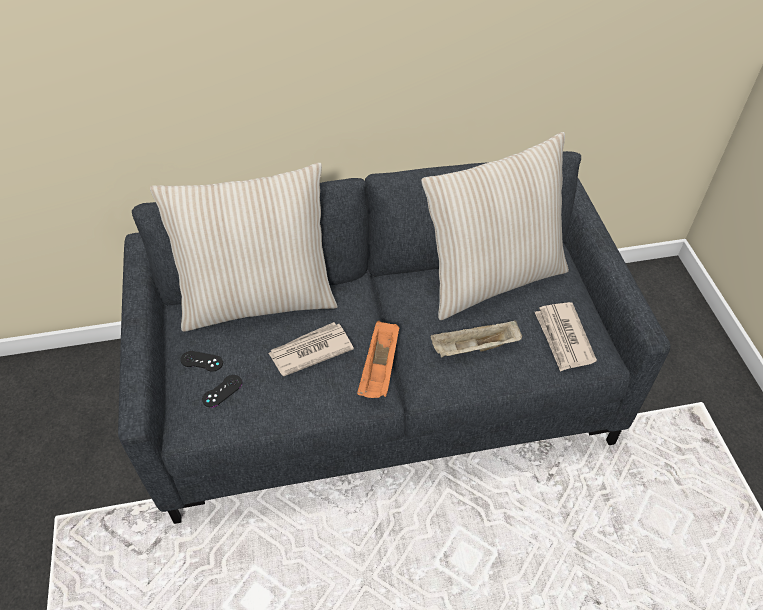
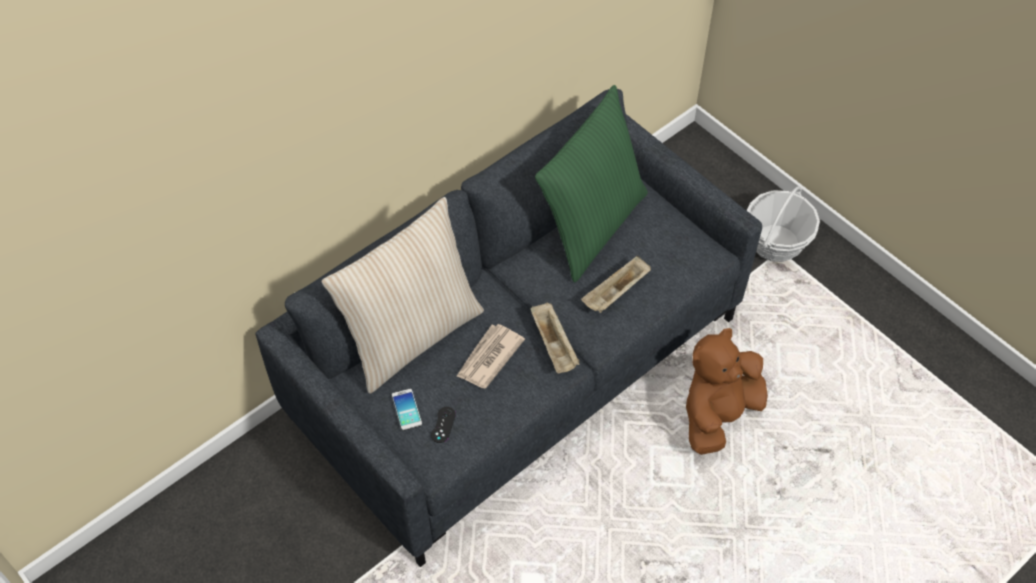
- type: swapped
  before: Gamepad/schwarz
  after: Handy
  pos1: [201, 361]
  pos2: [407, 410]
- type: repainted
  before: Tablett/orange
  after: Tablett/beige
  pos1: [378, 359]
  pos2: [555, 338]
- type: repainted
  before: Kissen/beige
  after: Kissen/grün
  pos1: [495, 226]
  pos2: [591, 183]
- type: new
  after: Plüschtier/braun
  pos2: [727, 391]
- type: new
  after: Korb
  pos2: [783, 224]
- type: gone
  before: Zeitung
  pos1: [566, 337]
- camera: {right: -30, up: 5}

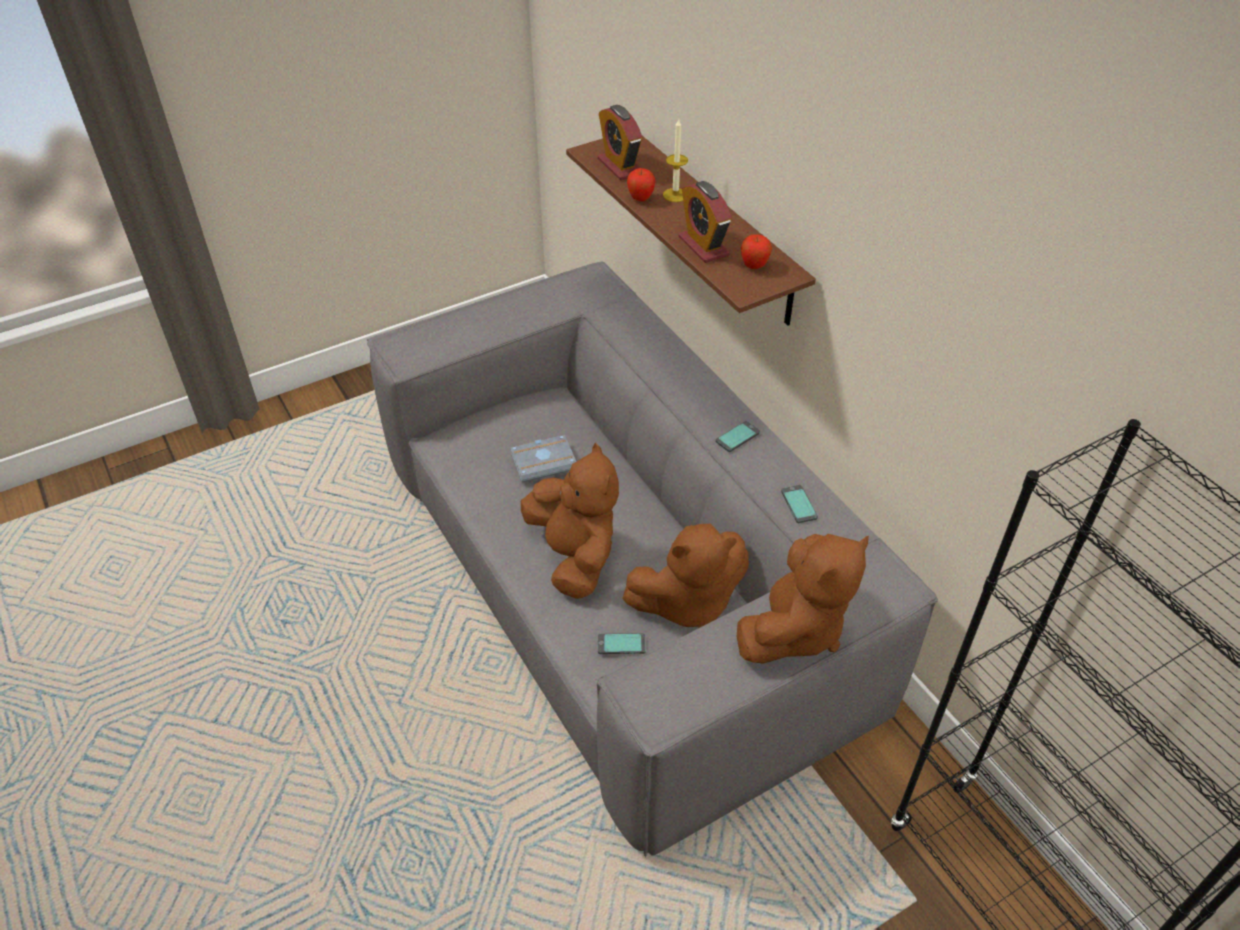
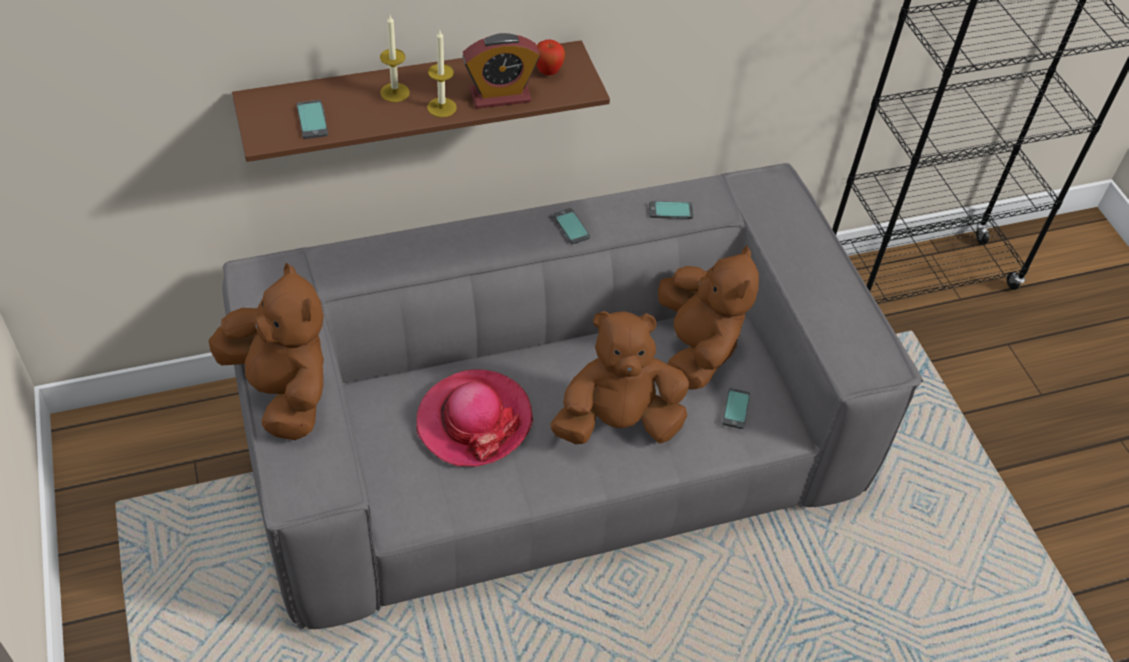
- type: shifted
  before: Plüschtier/braun
  pos1: [803, 599]
  pos2: [266, 351]
- type: swapped
  before: Wecker
  after: Handy
  pos1: [620, 142]
  pos2: [312, 119]
- type: swapped
  before: Buch/grau
  after: Hut
  pos1: [543, 459]
  pos2: [474, 418]
- type: new
  after: Kerze
  pos2: [442, 73]
- type: gone
  before: Apfel
  pos1: [641, 184]
- camera: {right: -80, up: 5}

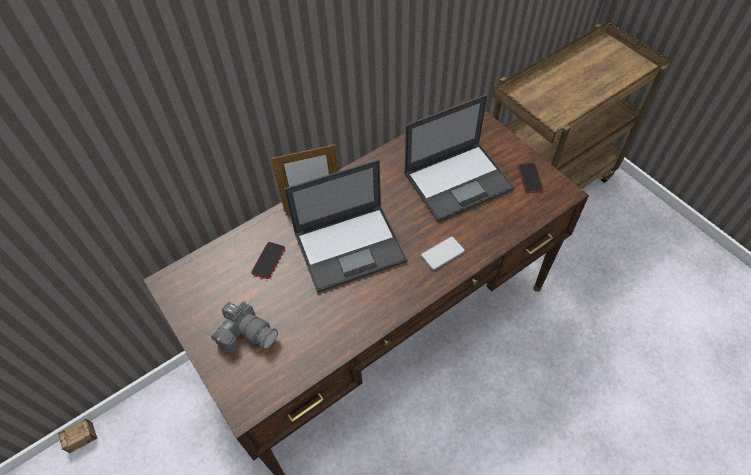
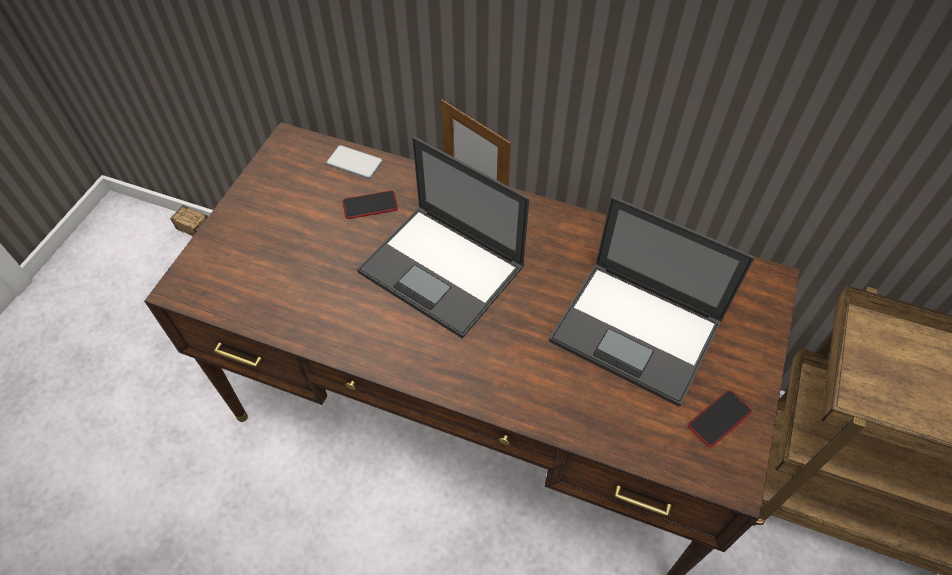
- type: shifted
  before: Handy
  pos1: [443, 253]
  pos2: [354, 162]
- type: gone
  before: Kamera
  pos1: [244, 326]
- camera: {right: 55, up: 0}

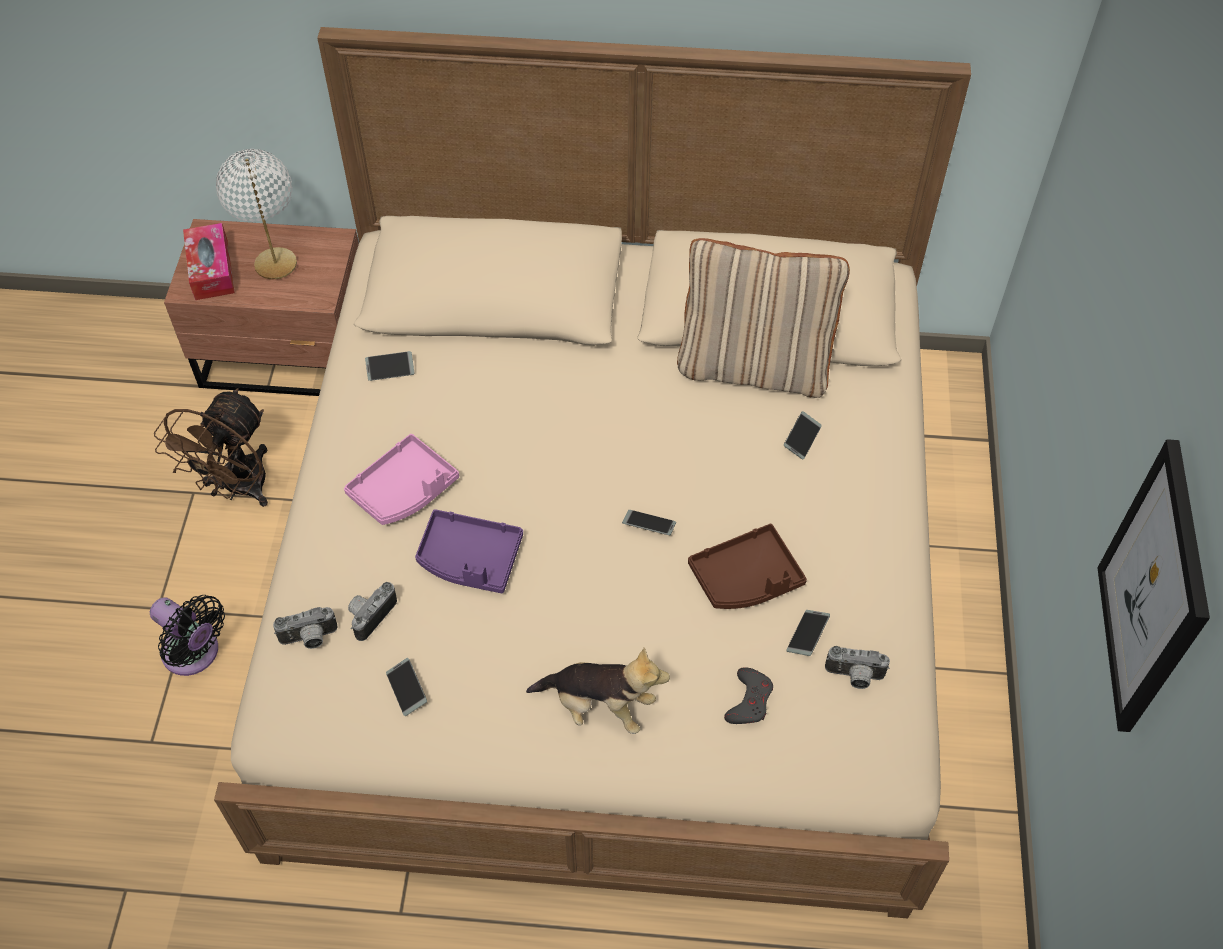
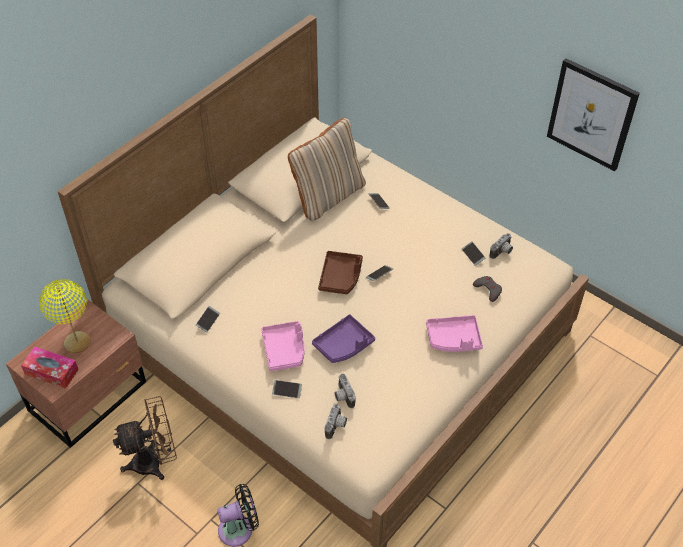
- type: repainted
  before: Tischlampe/weiß
  after: Tischlampe/gelb
  pos1: [256, 214]
  pos2: [65, 316]
- type: rotated
  before: Ventilator/braun
  pos1: [211, 447]
  pos2: [145, 438]
  turn: -75
- type: shifted
  before: Handy
  pos1: [406, 687]
  pos2: [287, 389]
- type: shifted
  before: Tablett/braun
  pos1: [747, 566]
  pos2: [340, 272]
- type: swapped
  before: Plüschtier
  after: Tablett/rosa
  pos1: [598, 690]
  pos2: [454, 333]
- camera: {right: -55, up: -5}

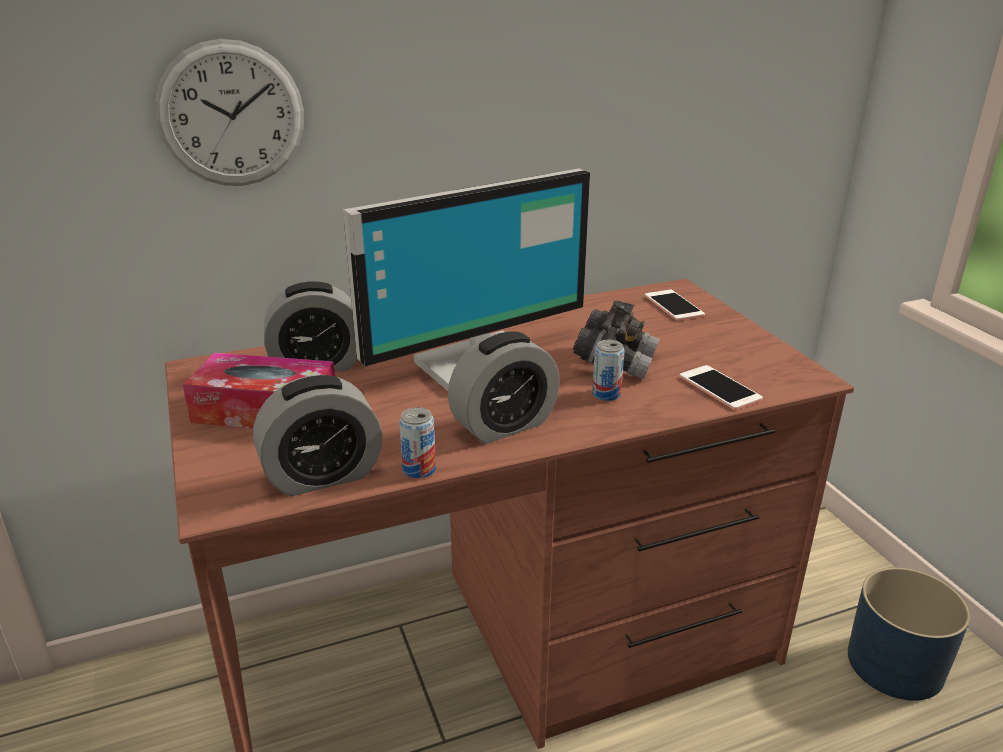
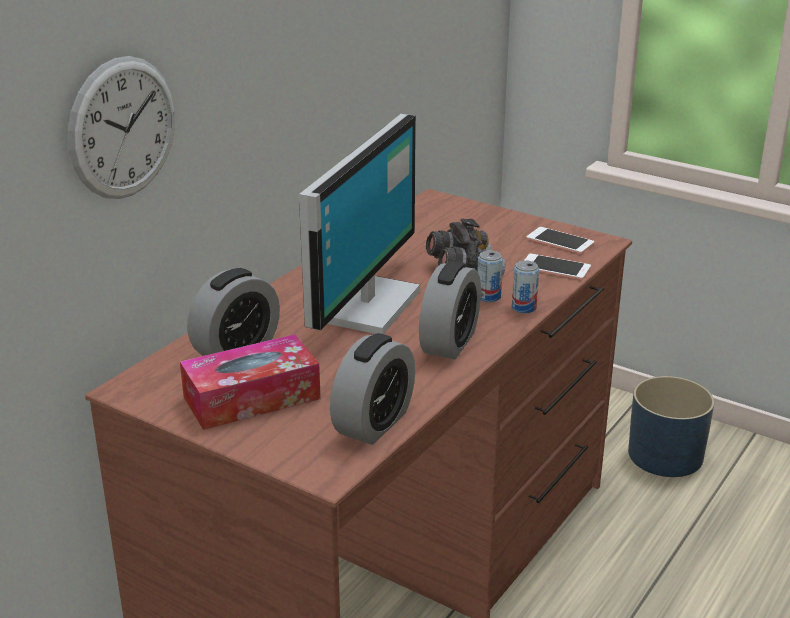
- type: shifted
  before: Dose
  pos1: [417, 442]
  pos2: [525, 286]
- type: shifted
  before: Handy
  pos1: [675, 305]
  pos2: [560, 240]
- camera: {right: -35, up: 0}

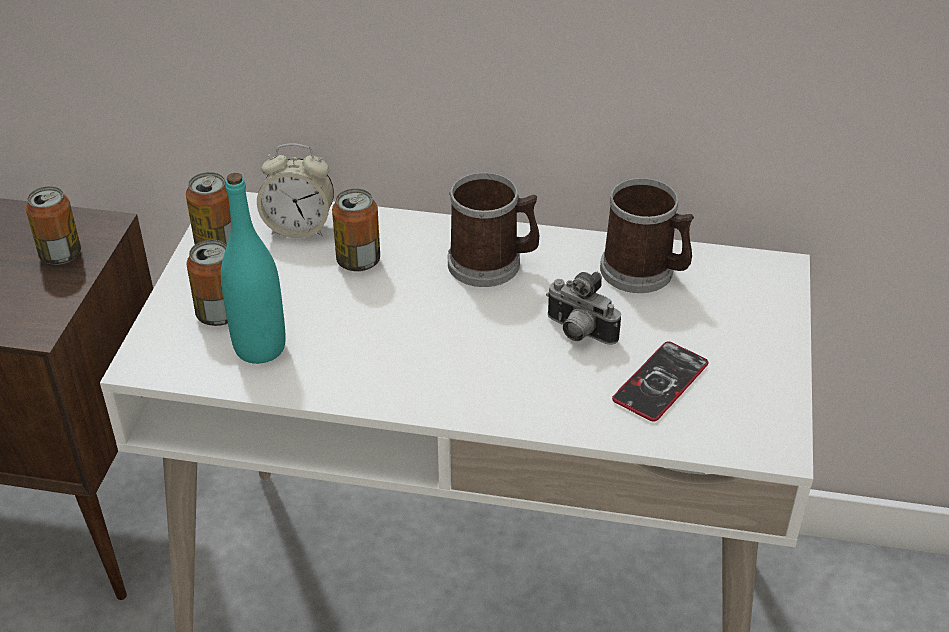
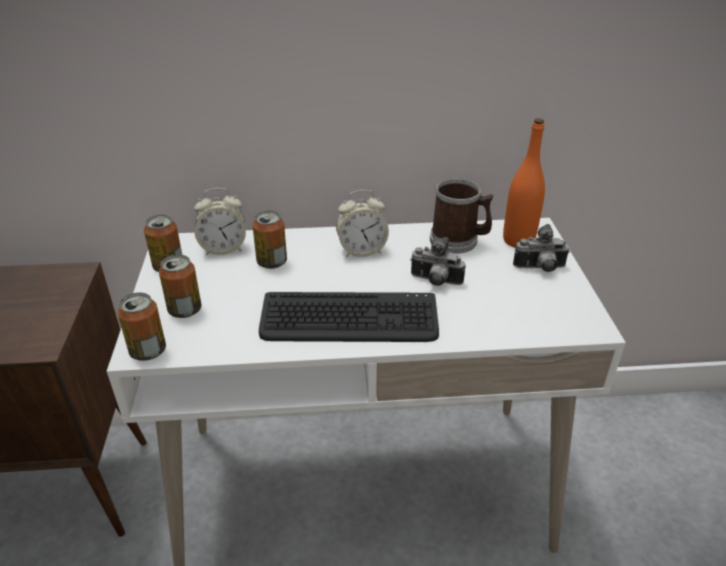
- type: shifted
  before: Dose
  pos1: [53, 225]
  pos2: [142, 326]
- type: new
  after: Tastatur
  pos2: [349, 317]
- type: swapped
  before: Henkelbecher
  after: Wecker
  pos1: [493, 230]
  pos2: [362, 224]
- type: new
  after: Flasche/orange
  pos2: [524, 183]
- type: new
  after: Kamera
  pos2: [541, 248]
- type: gone
  before: Flasche/türkis
  pos1: [253, 268]
- type: gone
  before: Handy
  pos1: [660, 381]
- camera: {right: -15, up: -5}

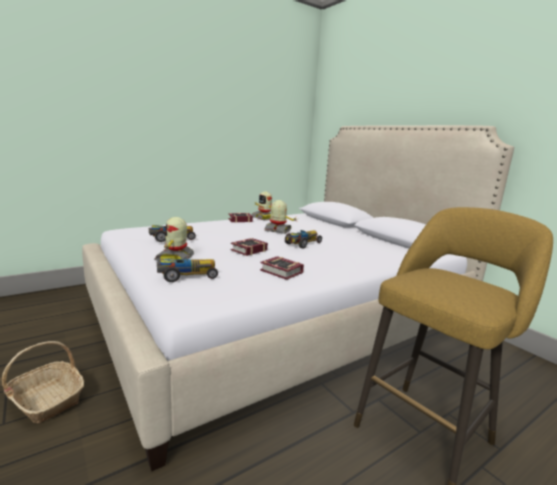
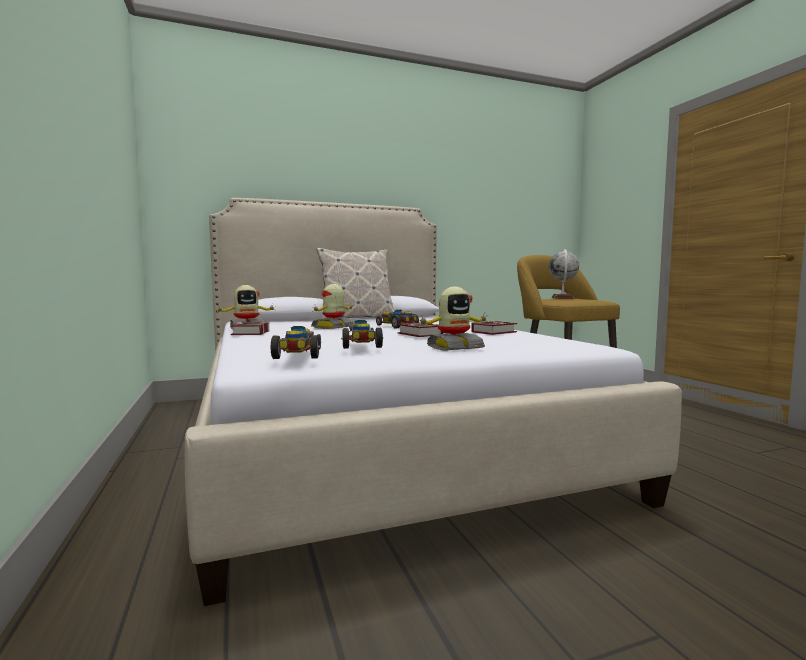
- type: shifted
  before: Spielzeugauto
  pos1: [187, 269]
  pos2: [295, 342]
- type: new
  after: Kissen
  pos2: [355, 283]
- type: rotated
  before: Spielzeugroboter
  pos1: [174, 239]
  pos2: [453, 318]
  turn: -45
- type: new
  after: Globus
  pos2: [564, 274]
- type: gone
  before: Korb
  pos1: [42, 382]
- camera: {right: -75, up: -10}

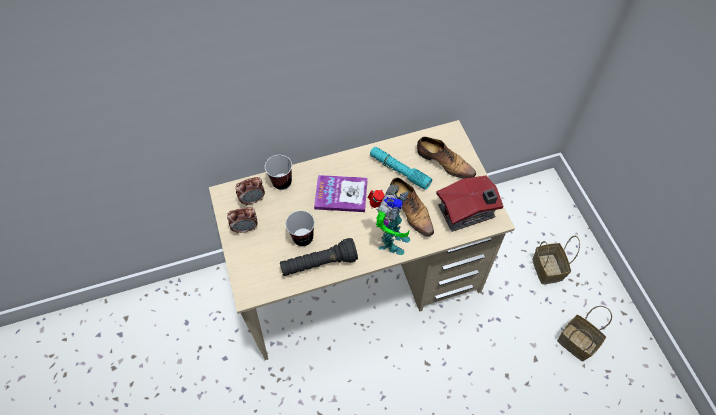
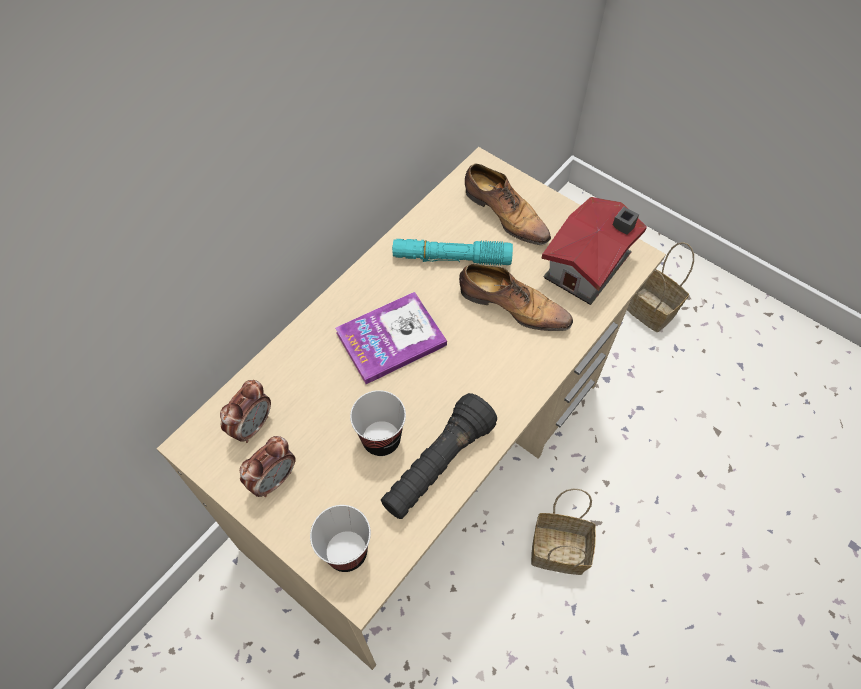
- type: shifted
  before: Tasse
  pos1: [278, 172]
  pos2: [340, 538]
- type: rotated
  before: Schuh
  pos1: [446, 157]
  pos2: [508, 204]
  turn: 45
- type: shifted
  before: Korb
  pos1: [584, 333]
  pos2: [563, 531]
- type: gone
  before: Spielzeugroboter
  pos1: [388, 220]
- camera: {right: -35, up: 0}

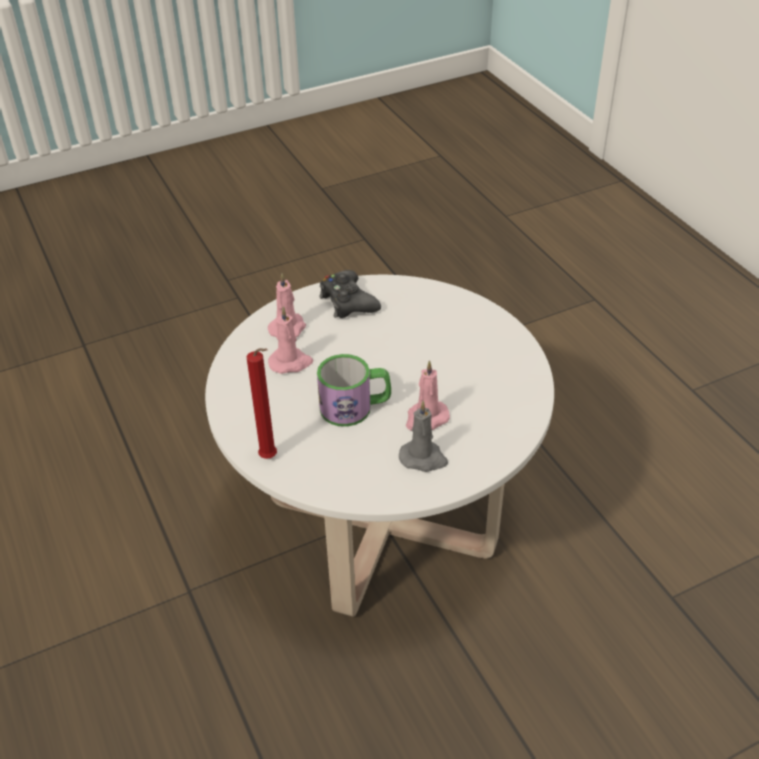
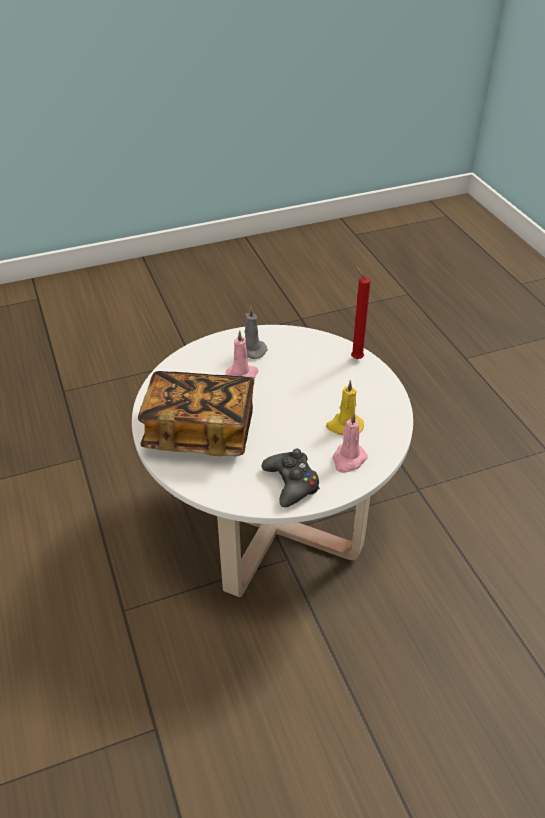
- type: new
  after: Buch
  pos2: [196, 413]
- type: repainted
  before: Kerze/rosa
  after: Kerze/gelb
  pos1: [290, 340]
  pos2: [345, 407]
- type: gone
  before: Henkelbecher
  pos1: [354, 390]
- camera: {right: -175, up: 0}

